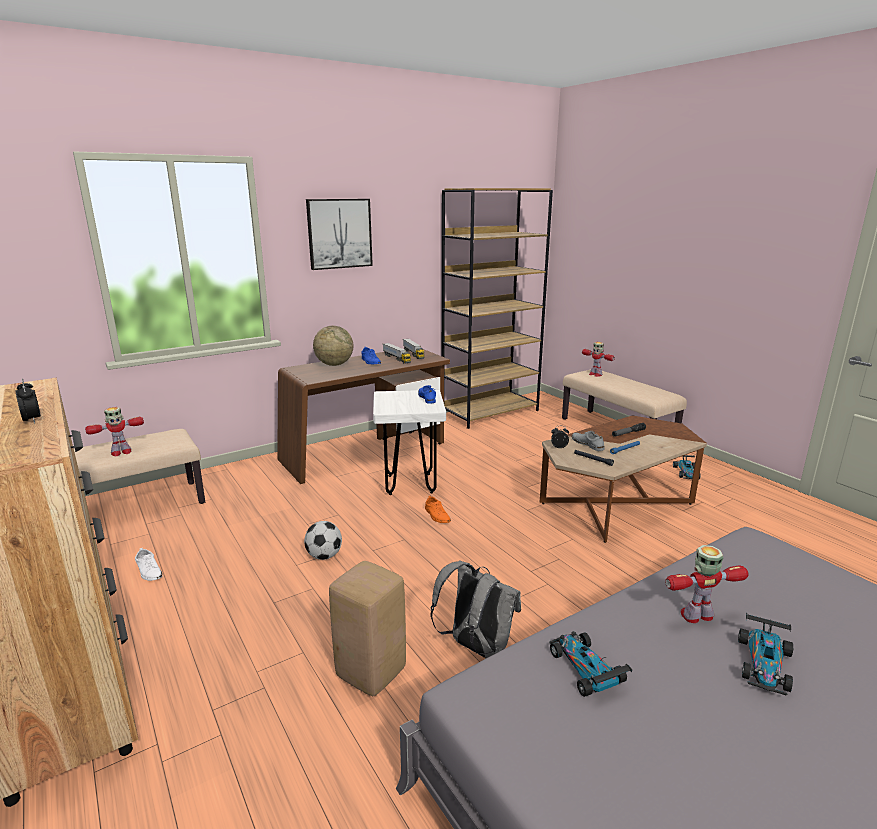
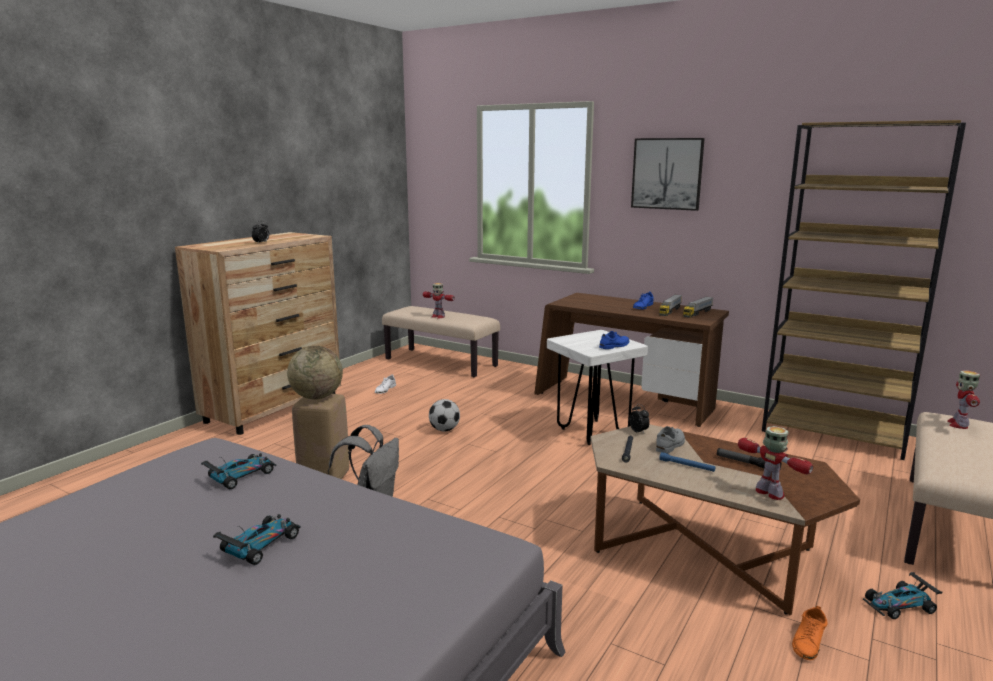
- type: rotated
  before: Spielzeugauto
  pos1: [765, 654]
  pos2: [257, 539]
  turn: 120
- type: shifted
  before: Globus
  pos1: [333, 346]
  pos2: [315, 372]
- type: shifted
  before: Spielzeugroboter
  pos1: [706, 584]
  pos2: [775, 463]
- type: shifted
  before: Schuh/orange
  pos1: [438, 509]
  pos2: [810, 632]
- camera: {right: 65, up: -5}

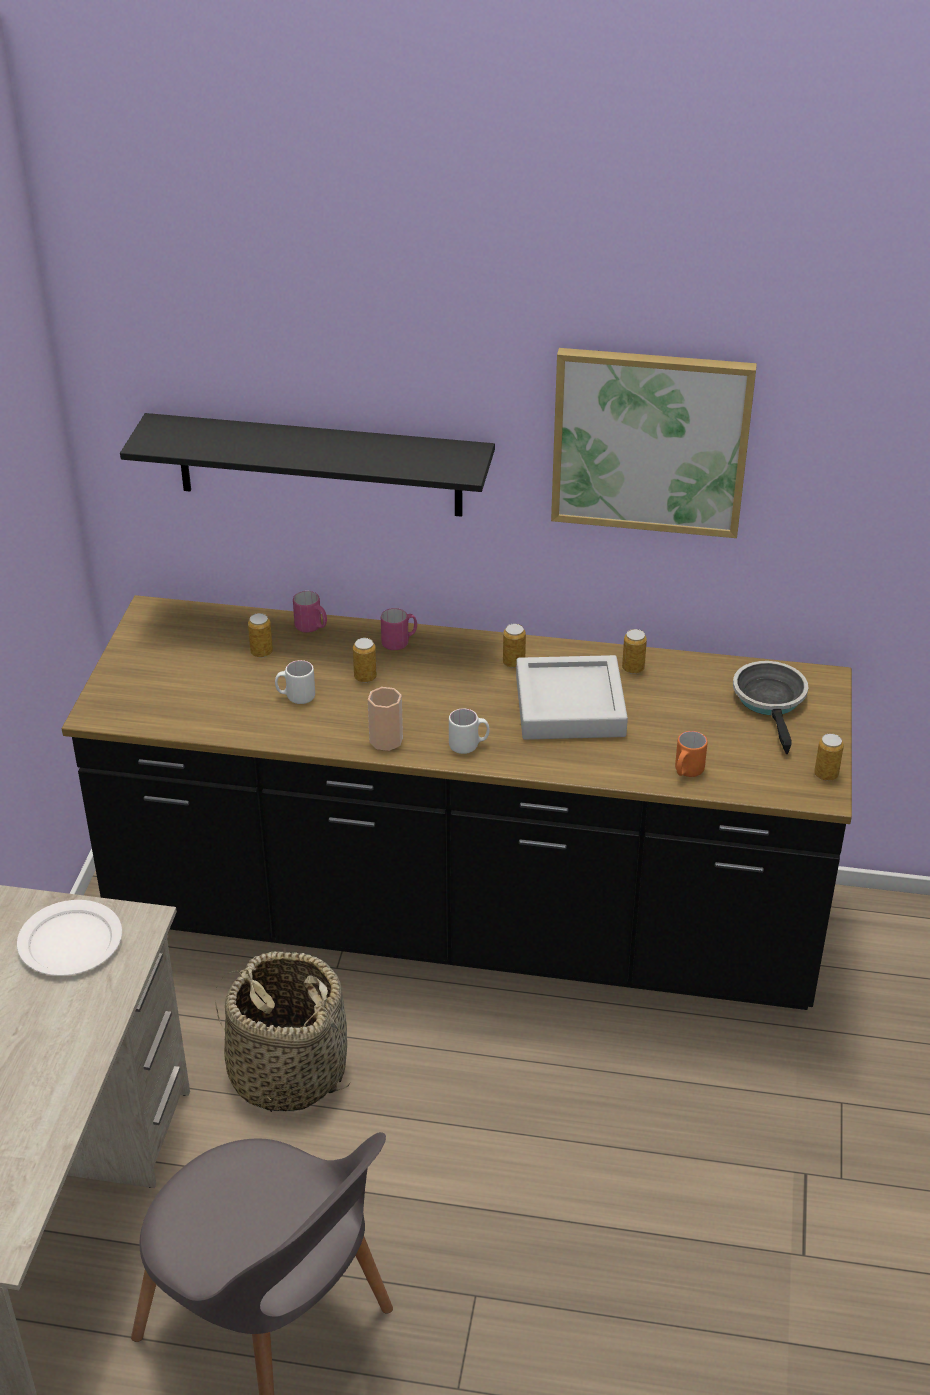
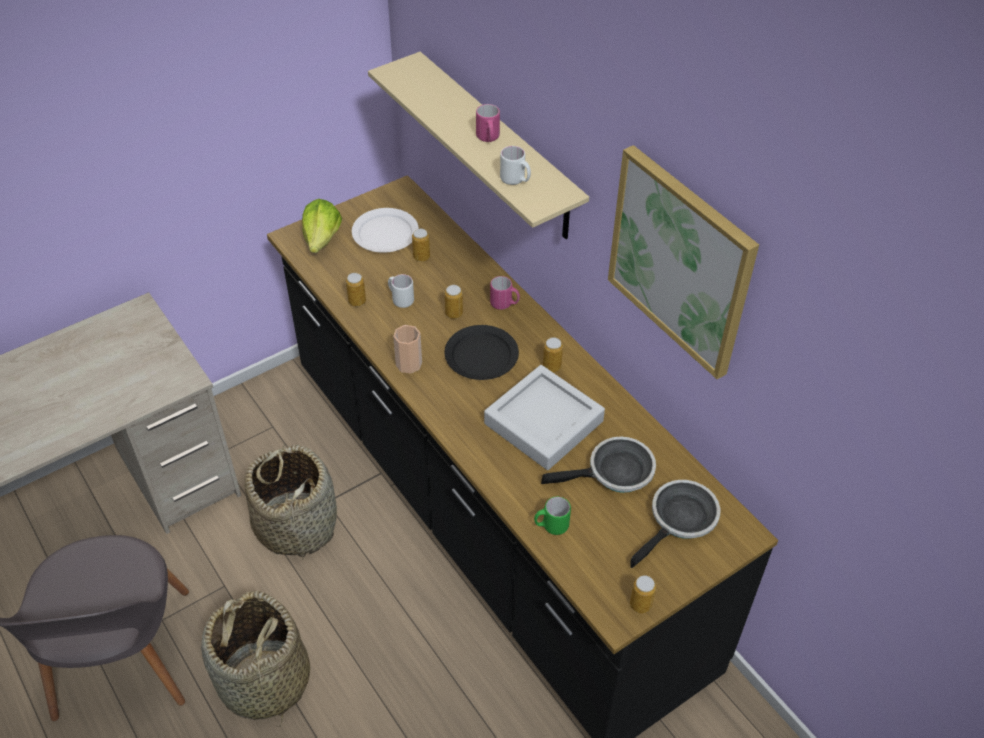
- type: new
  after: Korb
  pos2: [255, 659]
- type: new
  after: Salatkopf
  pos2: [322, 226]
- type: shifted
  before: Dose
  pos1: [634, 651]
  pos2: [356, 289]
- type: shifted
  before: Teller/weiß
  pos1: [69, 938]
  pos2: [385, 230]
- type: repainted
  before: Wandregal/schwarz
  after: Wandregal/beige
  pos1: [307, 465]
  pos2: [478, 145]
- type: new
  after: Teller/schwarz
  pos2: [481, 352]
- type: shifted
  before: Henkelbecher/rosa
  pos1: [310, 611]
  pos2: [488, 123]
- type: shifted
  before: Henkelbecher/weiß
  pos1: [469, 731]
  pos2: [515, 165]
- type: repainted
  before: Henkelbecher/orange
  after: Henkelbecher/grün
  pos1: [691, 754]
  pos2: [552, 516]
- type: new
  after: Pfanne
  pos2: [598, 465]
- camera: {right: 45, up: 10}

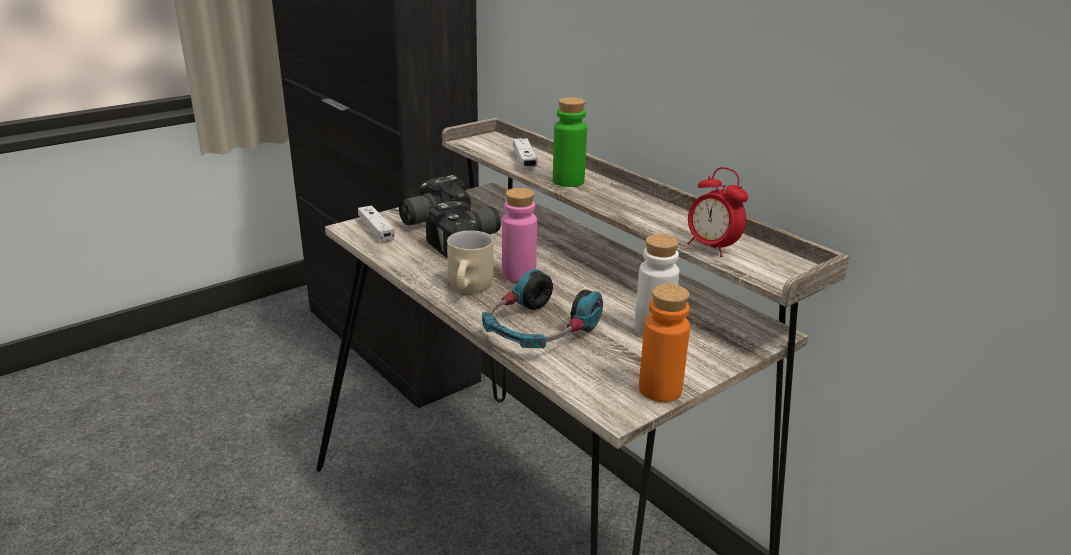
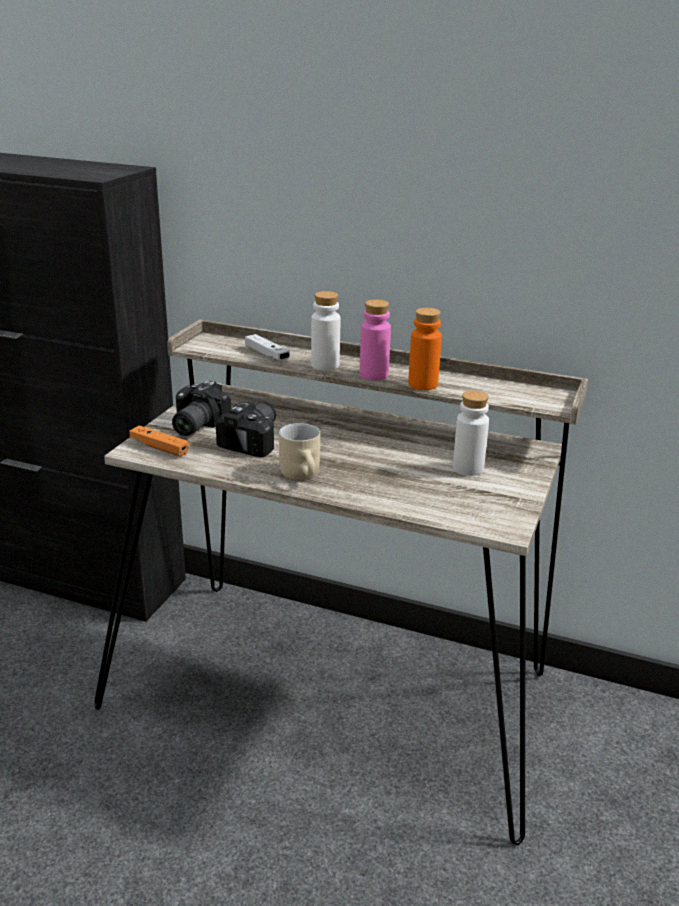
- type: repainted
  before: Gamepad/weiß
  after: Gamepad/orange
  pos1: [376, 224]
  pos2: [159, 441]
- type: repainted
  before: Flasche/grün
  after: Flasche/weiß
  pos1: [570, 142]
  pos2: [326, 330]
- type: shifted
  before: Flasche/rosa
  pos1: [519, 235]
  pos2: [375, 339]
- type: shifted
  before: Flasche/orange
  pos1: [664, 343]
  pos2: [425, 349]
- type: gone
  before: Kopfhörer
  pos1: [542, 308]
- type: gone
  before: Wecker
  pos1: [717, 212]
- camera: {right: -30, up: 0}

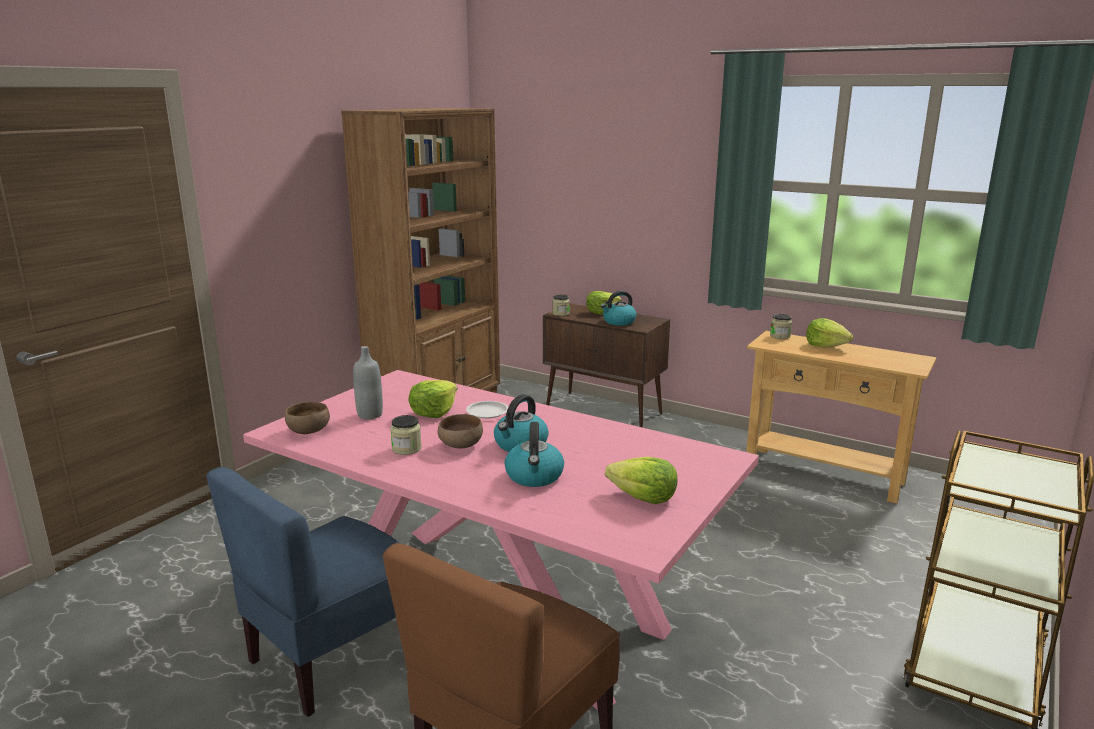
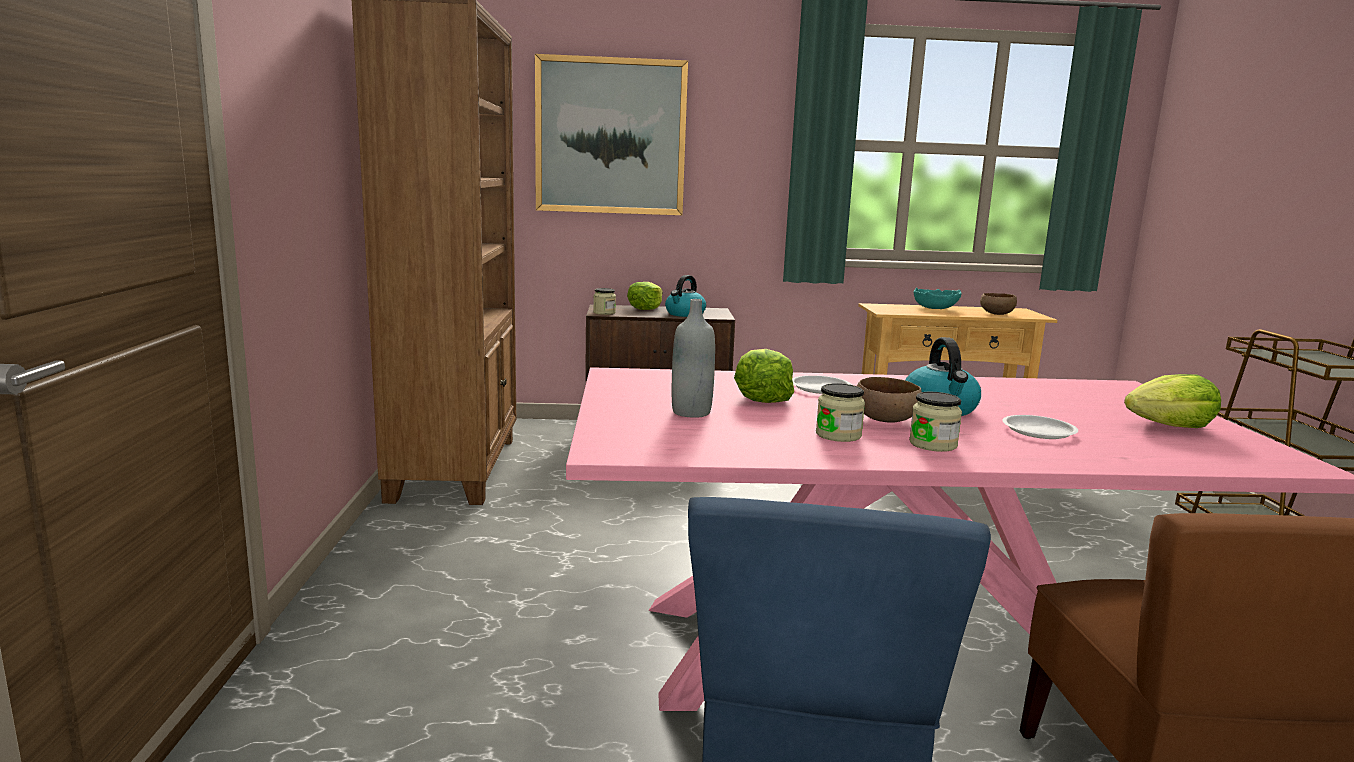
- type: new
  after: Bild
  pos2: [611, 134]
- type: shifted
  before: Vorratsglas
  pos1: [781, 326]
  pos2: [935, 422]
- type: swapped
  before: Salatkopf
  after: Schüssel/türkis
  pos1: [829, 332]
  pos2: [937, 298]
- type: shifted
  before: Schüssel/braun
  pos1: [307, 418]
  pos2: [998, 304]
- type: swapped
  before: Wasserkessel
  after: Teller/weiß
  pos1: [534, 454]
  pos2: [1040, 427]
- camera: {right: -35, up: -5}

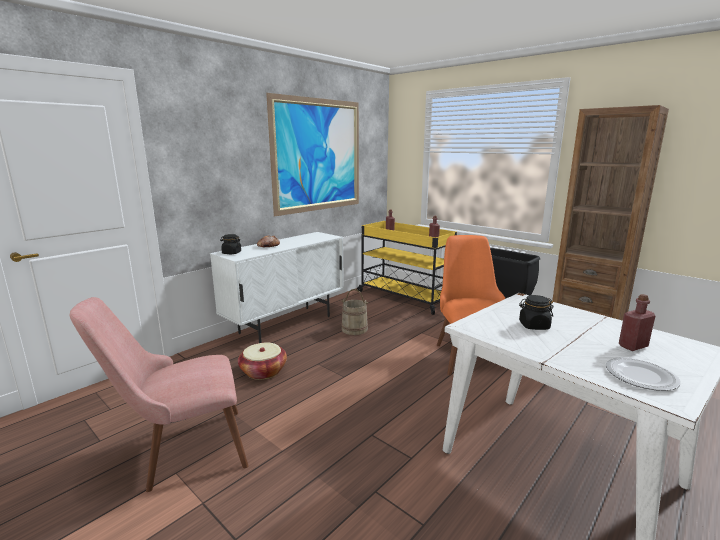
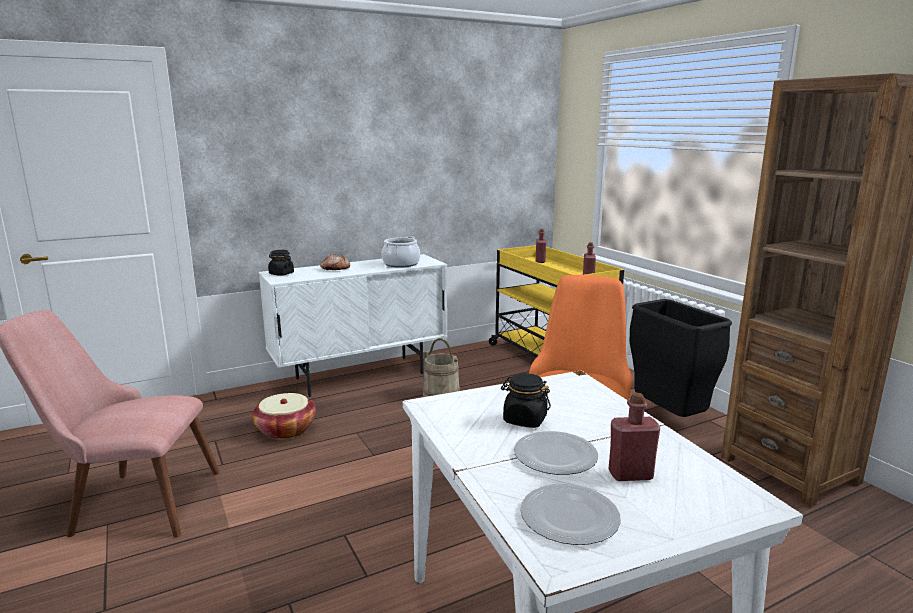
- type: new
  after: Kochtopf
  pos2: [400, 252]
- type: new
  after: Teller
  pos2: [556, 453]
- type: gone
  before: Bild
  pos1: [312, 155]
- camera: {right: 20, up: 0}

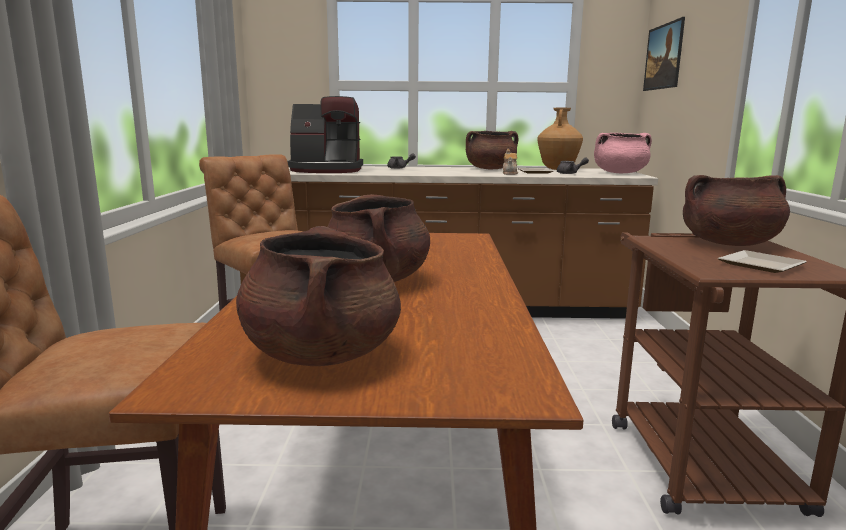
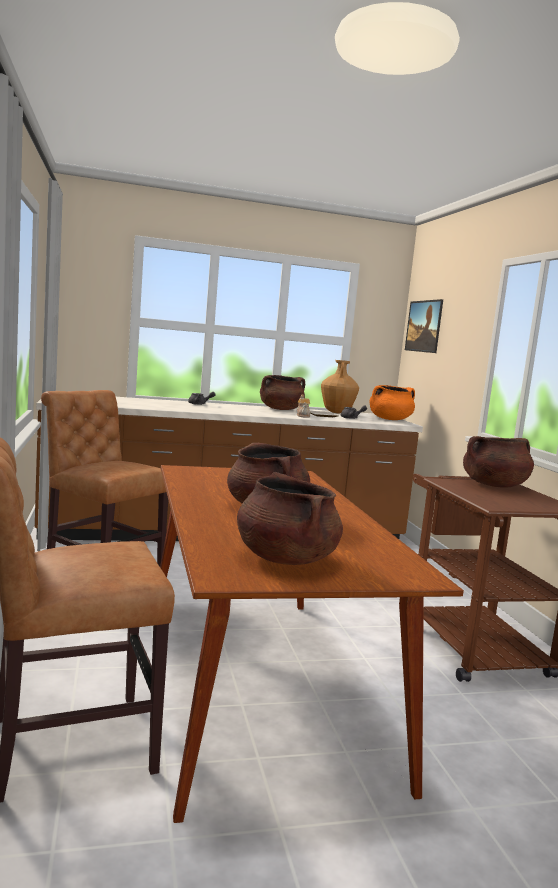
- type: repainted
  before: Kochtopf/rosa
  after: Kochtopf/orange
  pos1: [623, 153]
  pos2: [392, 402]
- type: gone
  before: Kaffeemaschine
  pos1: [325, 134]
- type: gone
  before: Teller
  pos1: [762, 261]
- camera: {right: -15, up: -5}

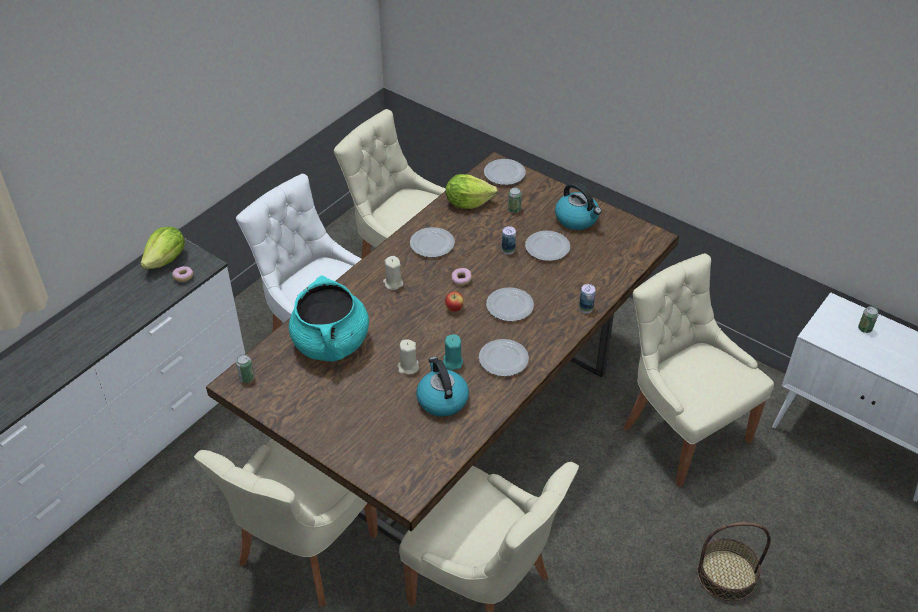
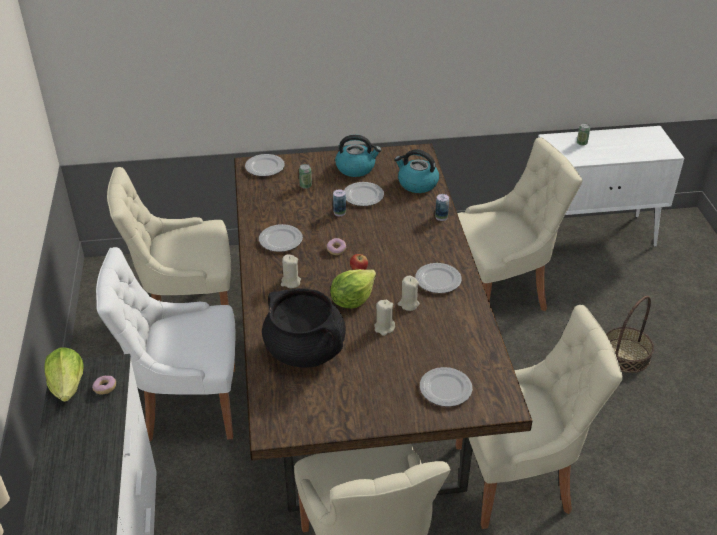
- type: repainted
  before: Kochtopf/türkis
  after: Kochtopf/schwarz
  pos1: [329, 319]
  pos2: [304, 327]
- type: shifted
  before: Salatkopf
  pos1: [472, 191]
  pos2: [353, 289]
- type: shifted
  before: Wasserkessel
  pos1: [442, 387]
  pos2: [416, 171]
- type: repainted
  before: Kerze/türkis
  after: Kerze/beige
  pos1: [453, 352]
  pos2: [409, 293]
- type: shifted
  before: Teller
  pos1: [510, 304]
  pos2: [446, 387]
- type: rotated
  before: Stuhl/beige
  pos1: [698, 370]
  pos2: [519, 224]
  turn: 150
- type: gone
  before: Dose
  pos1: [245, 368]
- camera: {right: -45, up: -5}

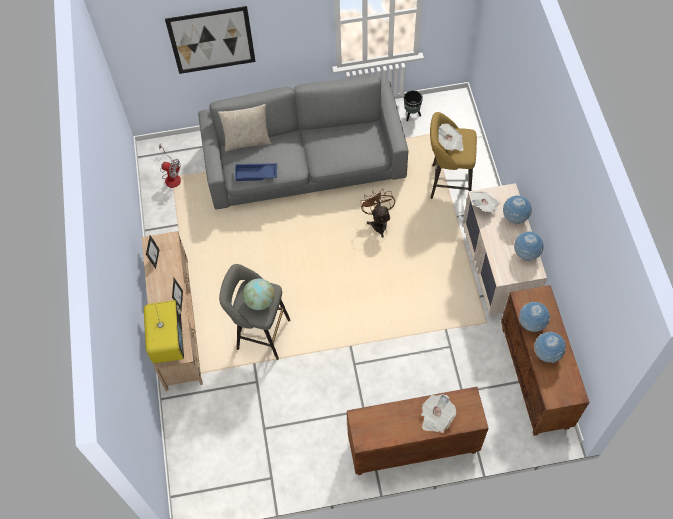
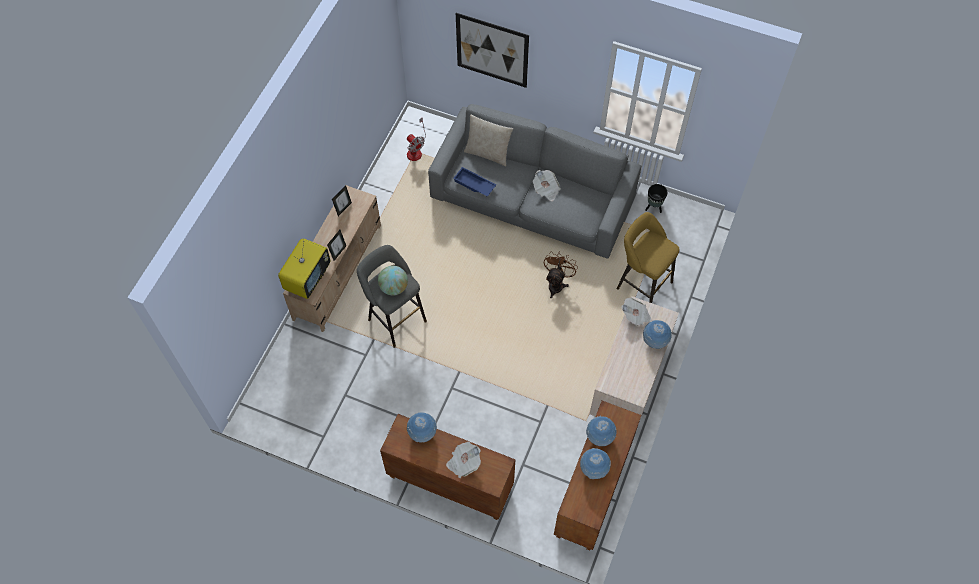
- type: shifted
  before: Globus
  pos1: [529, 246]
  pos2: [422, 427]
- type: shifted
  before: Zeitung
  pos1: [450, 137]
  pos2: [547, 185]
- camera: {right: 30, up: 0}

